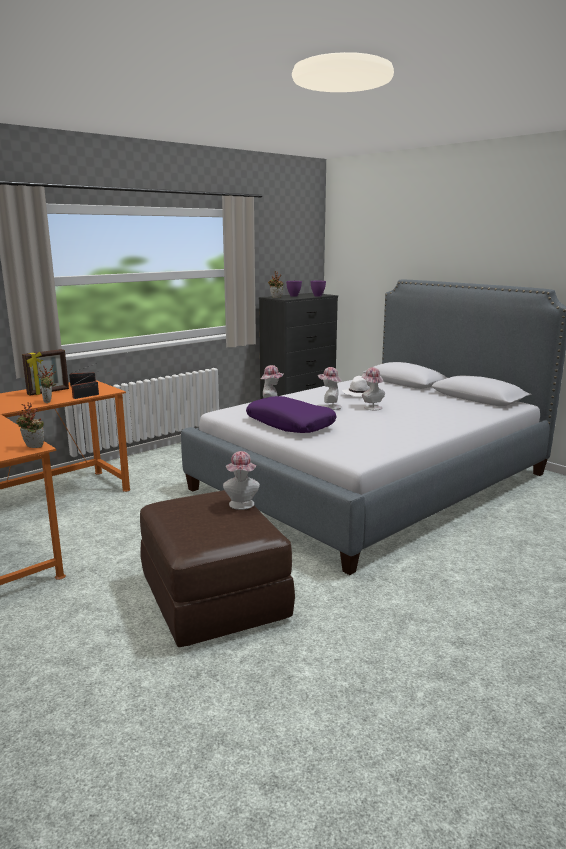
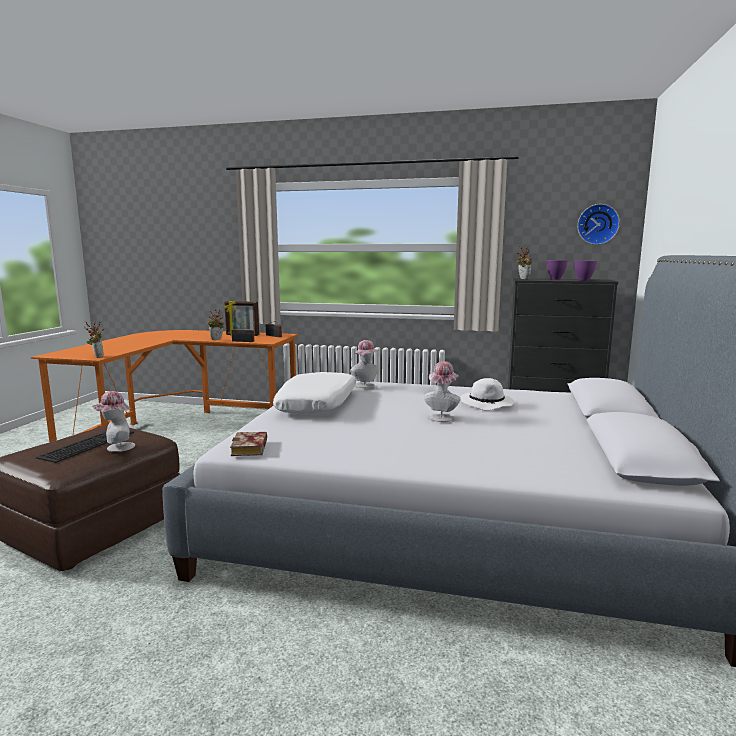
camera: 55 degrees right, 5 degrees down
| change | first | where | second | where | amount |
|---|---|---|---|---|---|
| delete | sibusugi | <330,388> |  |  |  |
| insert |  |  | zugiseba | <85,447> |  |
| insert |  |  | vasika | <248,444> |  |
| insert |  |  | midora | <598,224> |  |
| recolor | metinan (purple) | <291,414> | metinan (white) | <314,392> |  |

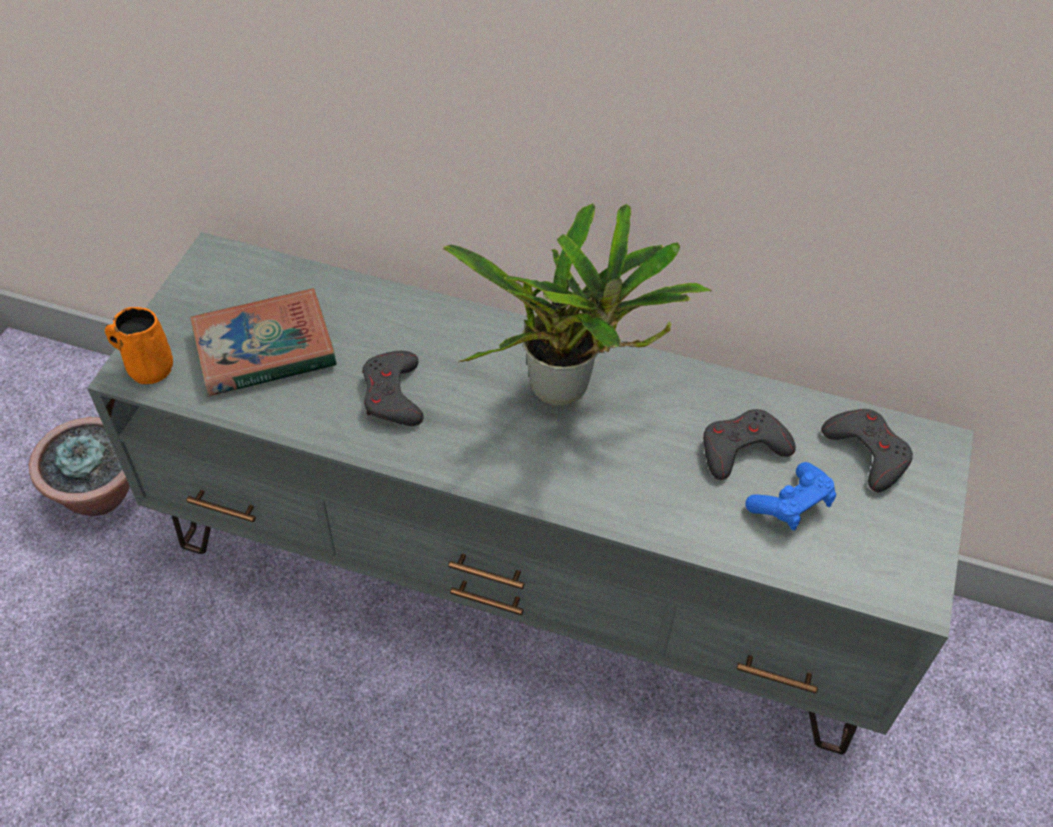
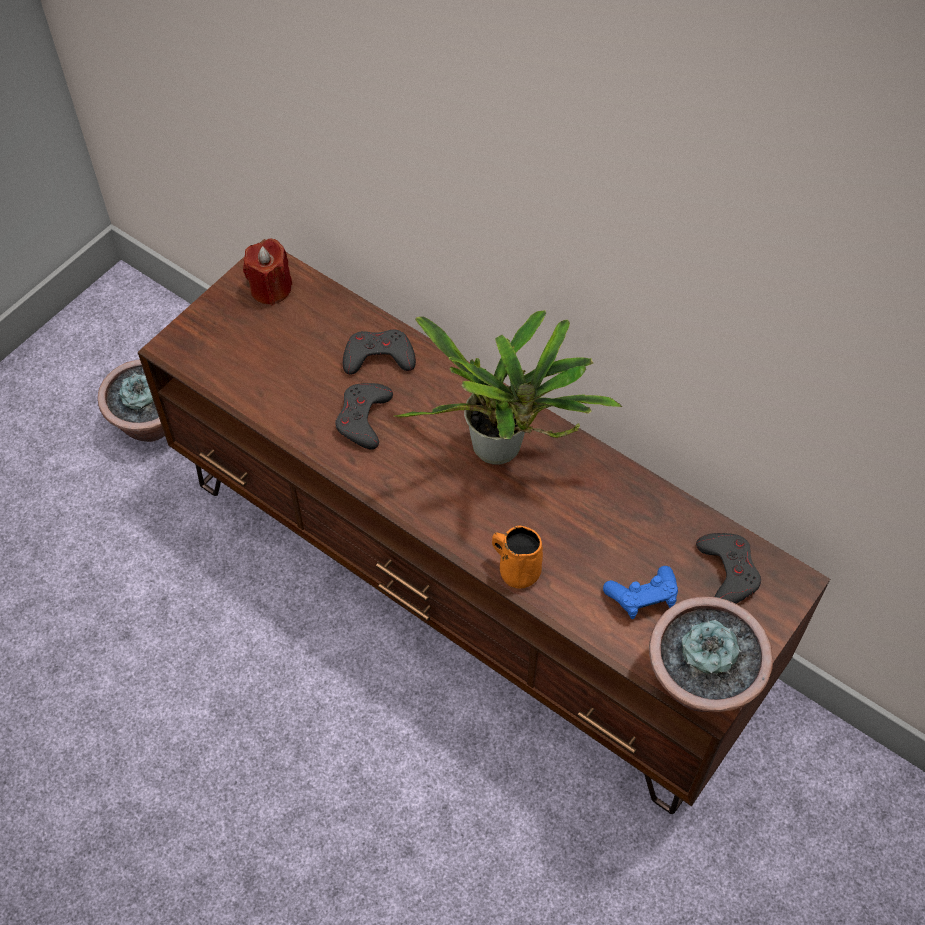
camera: 20 degrees right, 5 degrees up
| change | first | where | second | where | amount |
|---|---|---|---|---|---|
| delete | vasika | <263,342> |  |  |  |
| insert |  |  | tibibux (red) | <267,272> |  |
| insert |  |  | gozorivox | <711,654> |  |
| move | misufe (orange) | <139,345> |  | <517,557> |  |
| move | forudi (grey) | <749,444> |  | <379,352> |  |
| recolor | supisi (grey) | <530,493> | supisi (brown) | <484,526> |  |

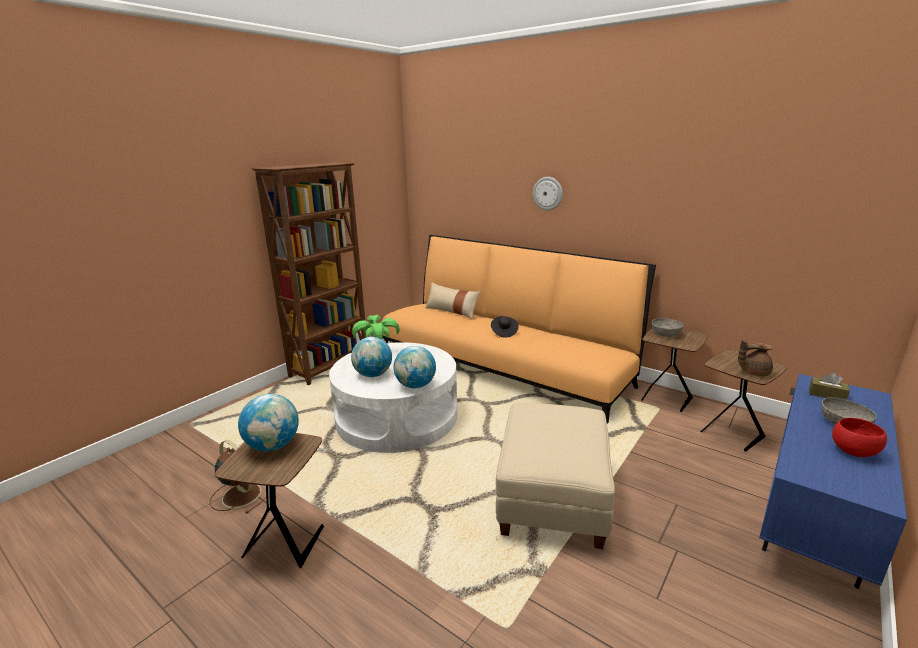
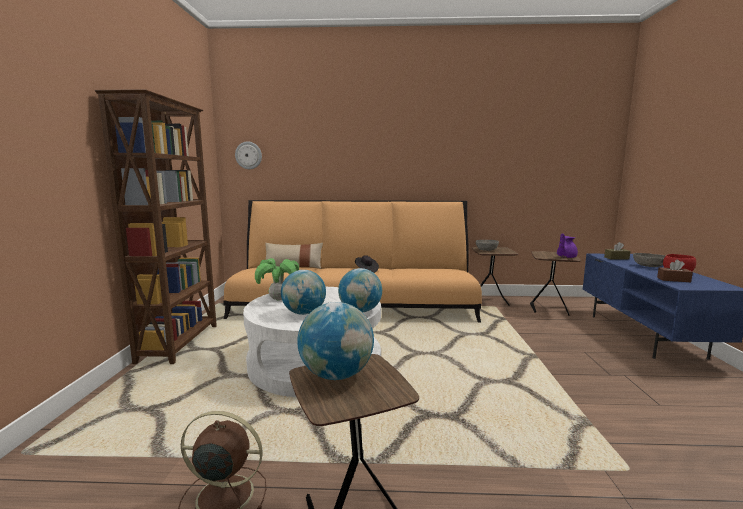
camera: 35 degrees left, 10 degrees down
| change | first | where | second | where | amount |
|---|---|---|---|---|---|
| delete | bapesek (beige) | <555,476> |  |  |  |
| insert |  |  | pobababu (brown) | <675,271> |  |
| move | midora | <548,193> |  | <248,155> |  |
| recolor | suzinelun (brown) | <755,358> | suzinelun (purple) | <567,245> |  |

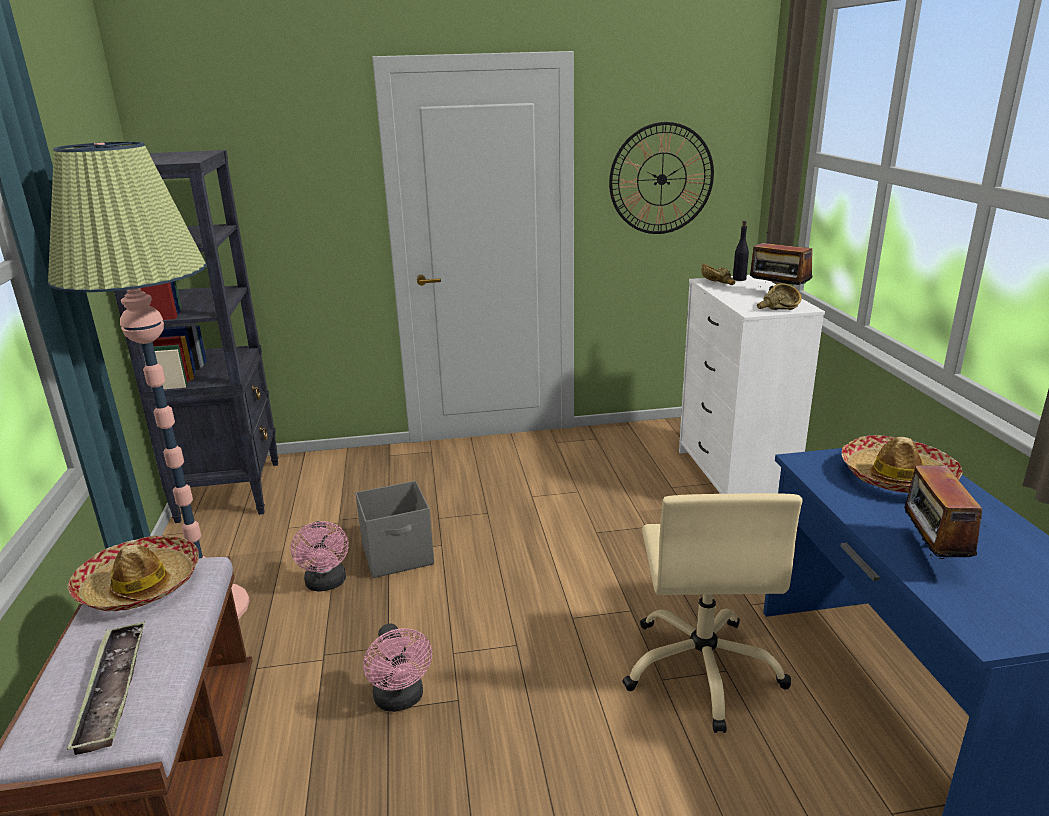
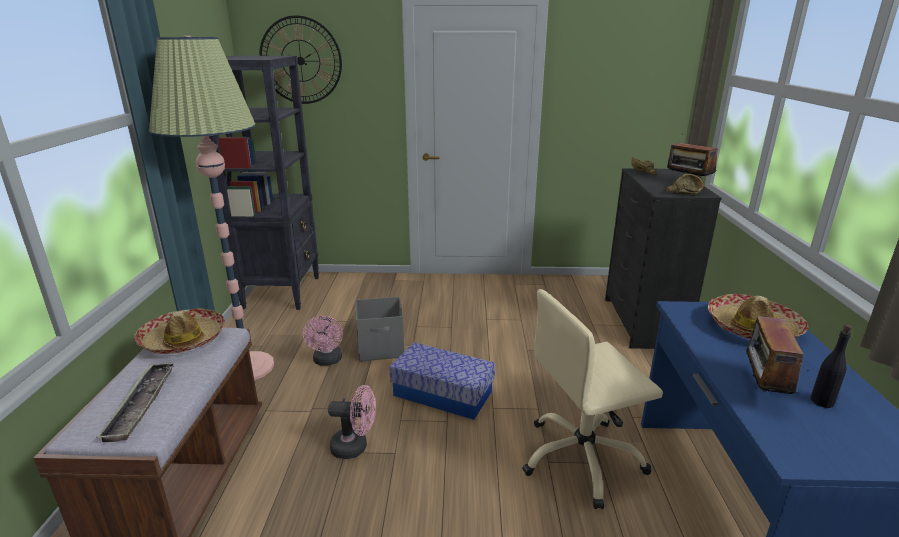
camera: 10 degrees right, 0 degrees up
| change | first | where | second | where | amount |
|---|---|---|---|---|---|
| insert |  |  | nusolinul | <442,381> |  |
| move | midora | <661,178> |  | <300,59> |  |
| move | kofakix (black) | <741,251> |  | <831,366> |  |
| recolor | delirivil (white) | <752,384> | delirivil (black) | <663,258> |  |
| rotate | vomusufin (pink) | <397,667> |  | <352,422> | 75 degrees counterclockwise |
| rotate | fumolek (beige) | <712,613> |  | <592,399> | 60 degrees clockwise |

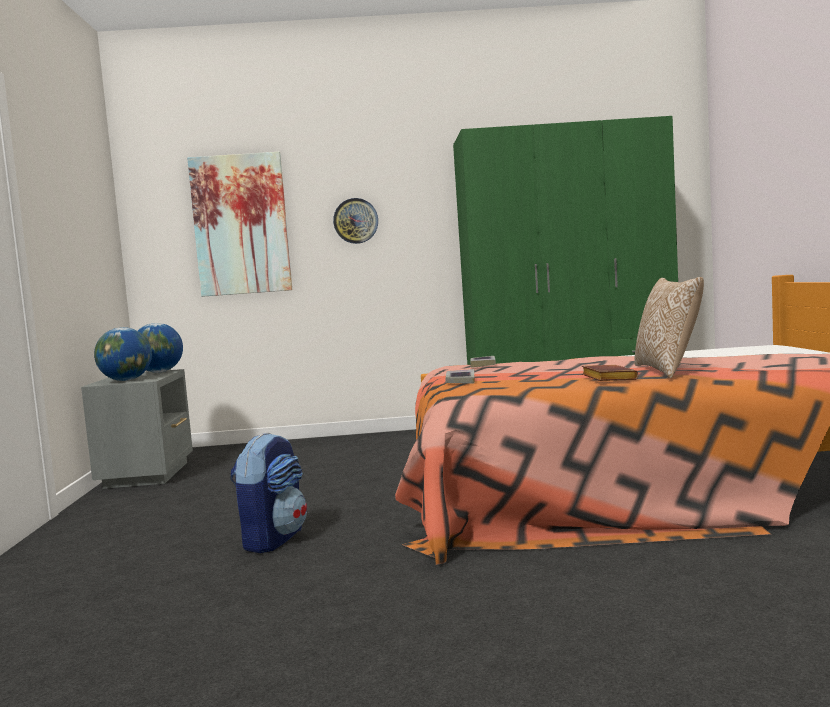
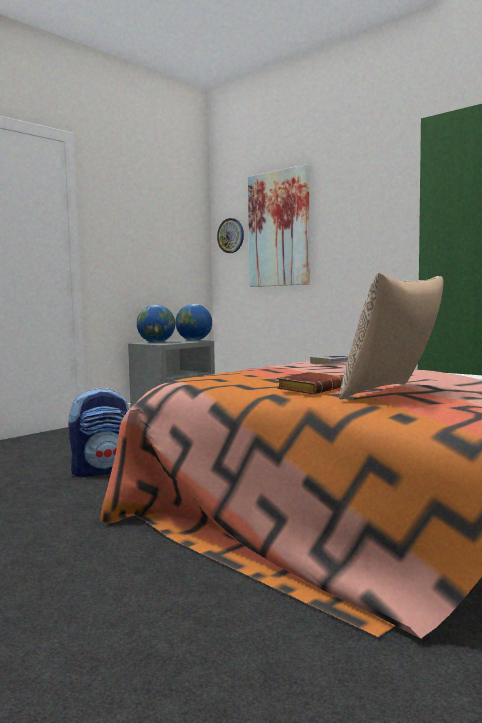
camera: 45 degrees right, 0 degrees up
| change | first | where | second | where | amount |
|---|---|---|---|---|---|
| delete | vasika | <460,376> |  |  |  |
| move | midora | <355,221> |  | <230,235> |  |

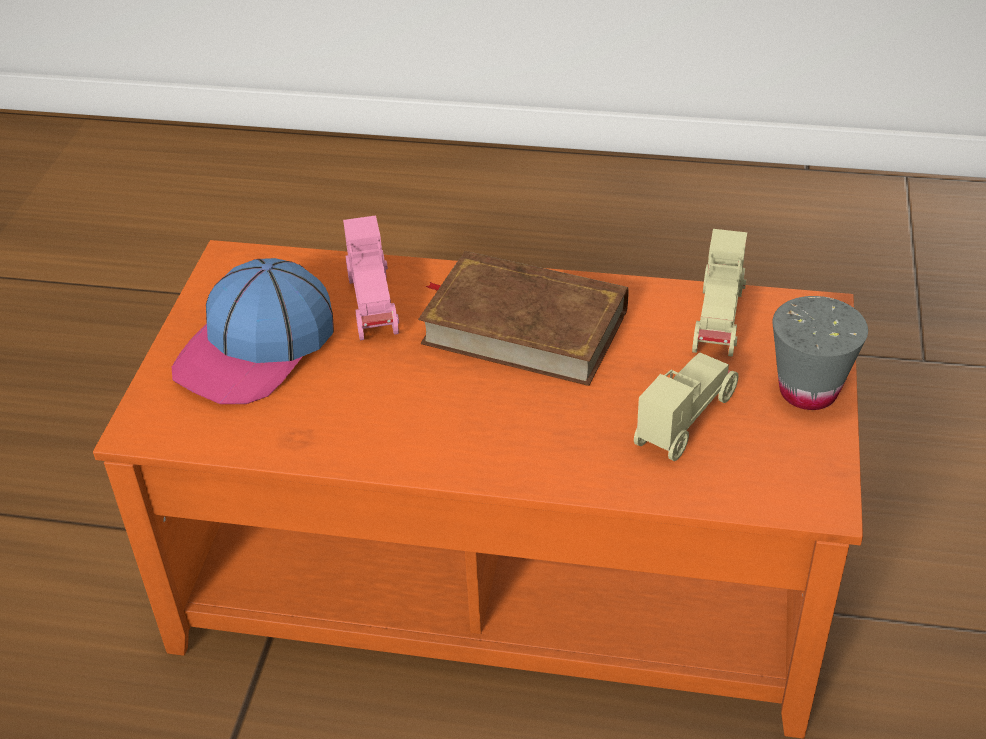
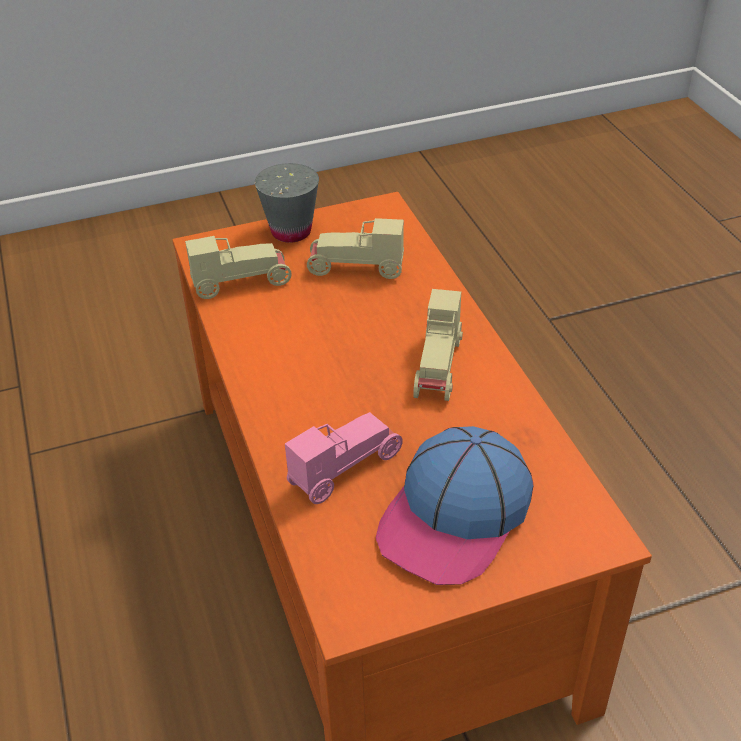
camera: 120 degrees left, 0 degrees up
| change | first | where | second | where | amount |
|---|---|---|---|---|---|
| delete | vasika (brown) | <523,318> |  |  |  |
| insert |  |  | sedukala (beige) | <438,345> |  |
| rotate | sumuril | <253,331> |  | <454,505> | 120 degrees clockwise |

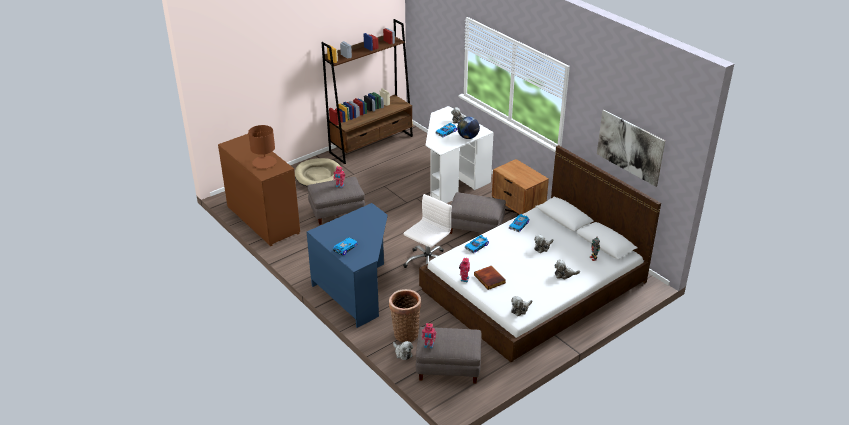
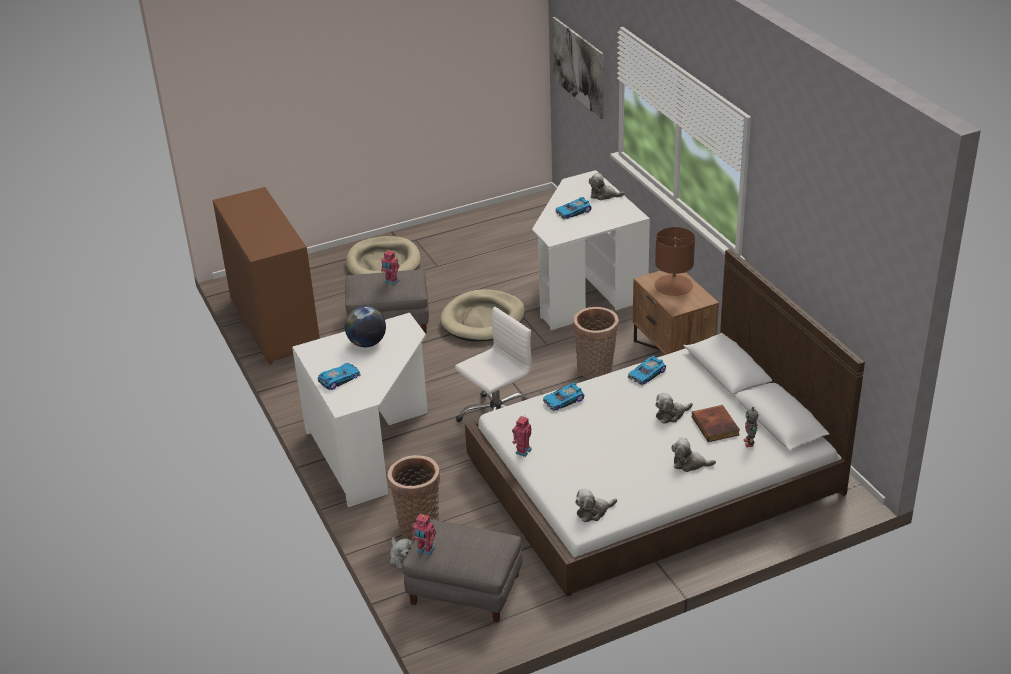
camera: 15 degrees right, 0 degrees up
| change | first | where | second | where | amount |
|---|---|---|---|---|---|
| delete | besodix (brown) | <367,91> |  |  |  |
| insert |  |  | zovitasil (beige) | <482,315> |  |
| move | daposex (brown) | <262,147> |  | <675,261> |  |
| move | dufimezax | <468,128> |  | <365,326> |  |
| move | vasika | <490,277> |  | <716,423> |  |
| move | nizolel | <631,148> |  | <578,68> |  |
| replace | bapesek (grey) | <477,213> | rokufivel | <596,343> |  |
| recolor | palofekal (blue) | <347,265> | palofekal (white) | <360,410> |  |

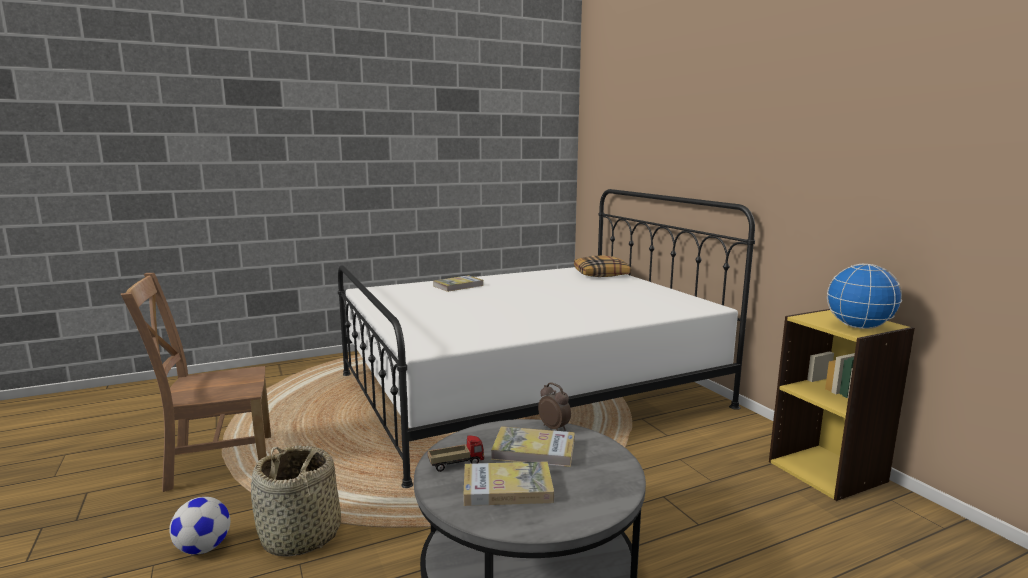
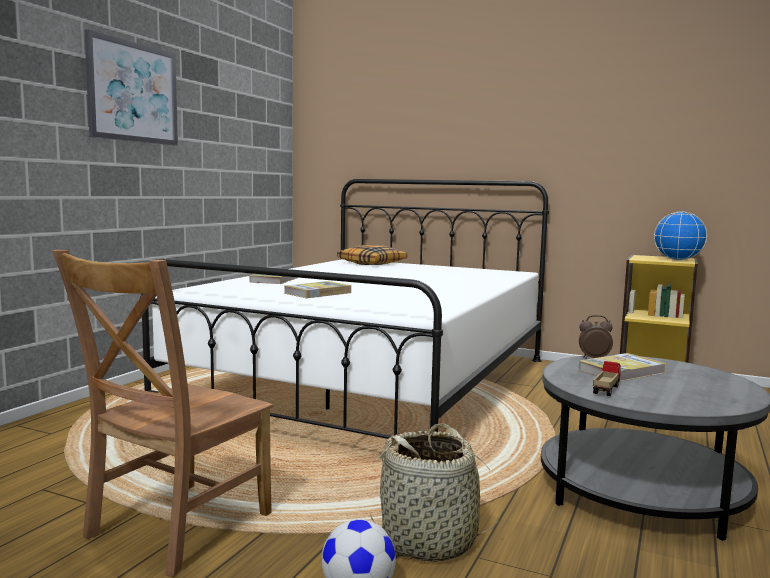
camera: 40 degrees left, 5 degrees down
| change | first | where | second | where | amount |
|---|---|---|---|---|---|
| insert |  |  | nizolel | <131,87> |  |
| move | vasika | <508,483> |  | <317,289> |  |

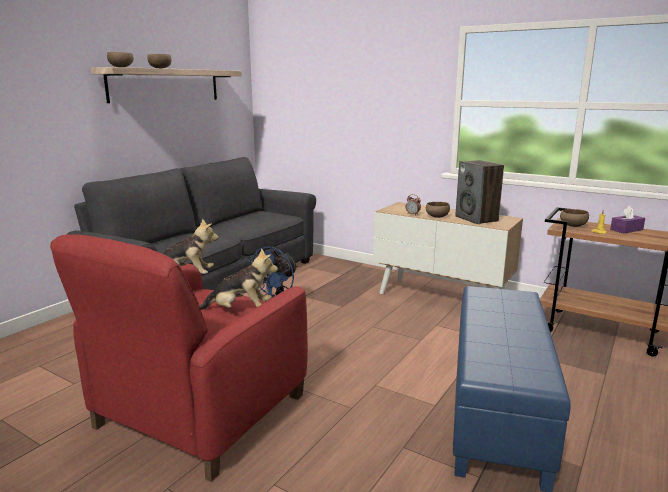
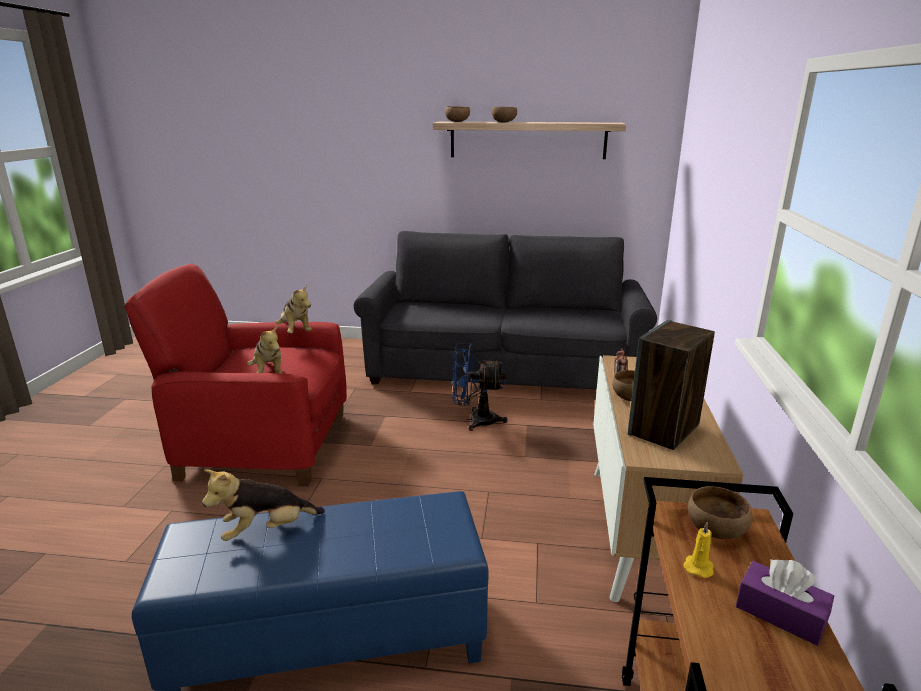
camera: 65 degrees right, 5 degrees up
| change | first | where | second | where | amount |
|---|---|---|---|---|---|
| insert |  |  | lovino | <263,505> |  |

